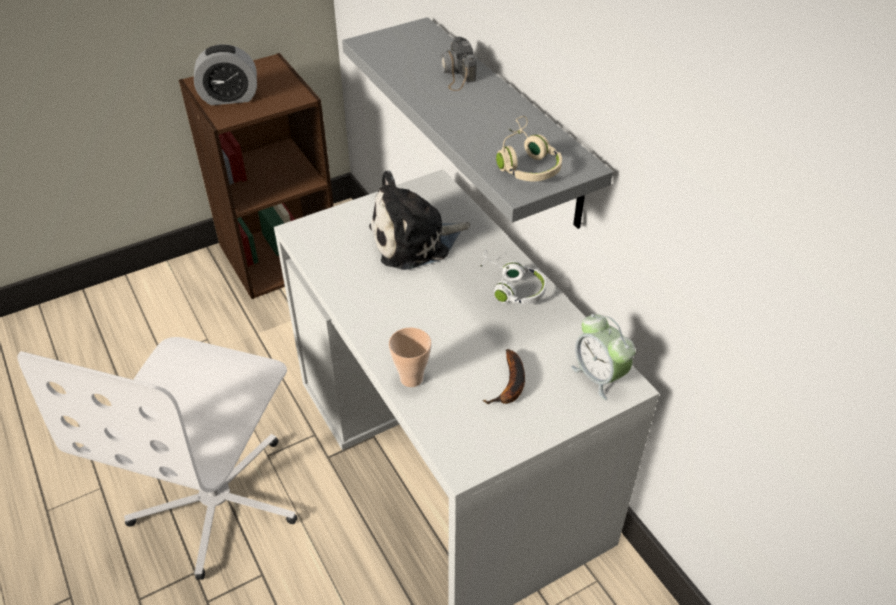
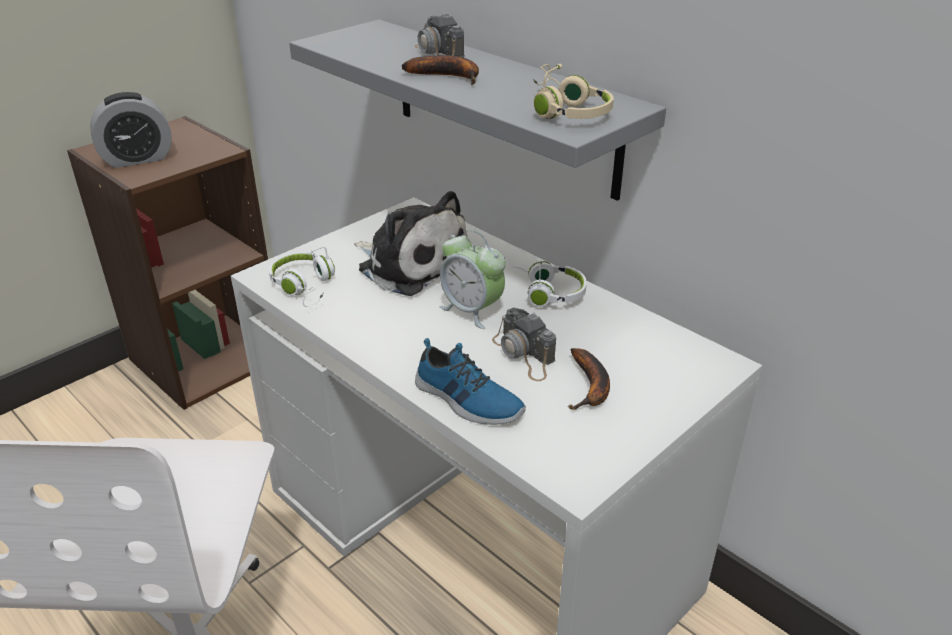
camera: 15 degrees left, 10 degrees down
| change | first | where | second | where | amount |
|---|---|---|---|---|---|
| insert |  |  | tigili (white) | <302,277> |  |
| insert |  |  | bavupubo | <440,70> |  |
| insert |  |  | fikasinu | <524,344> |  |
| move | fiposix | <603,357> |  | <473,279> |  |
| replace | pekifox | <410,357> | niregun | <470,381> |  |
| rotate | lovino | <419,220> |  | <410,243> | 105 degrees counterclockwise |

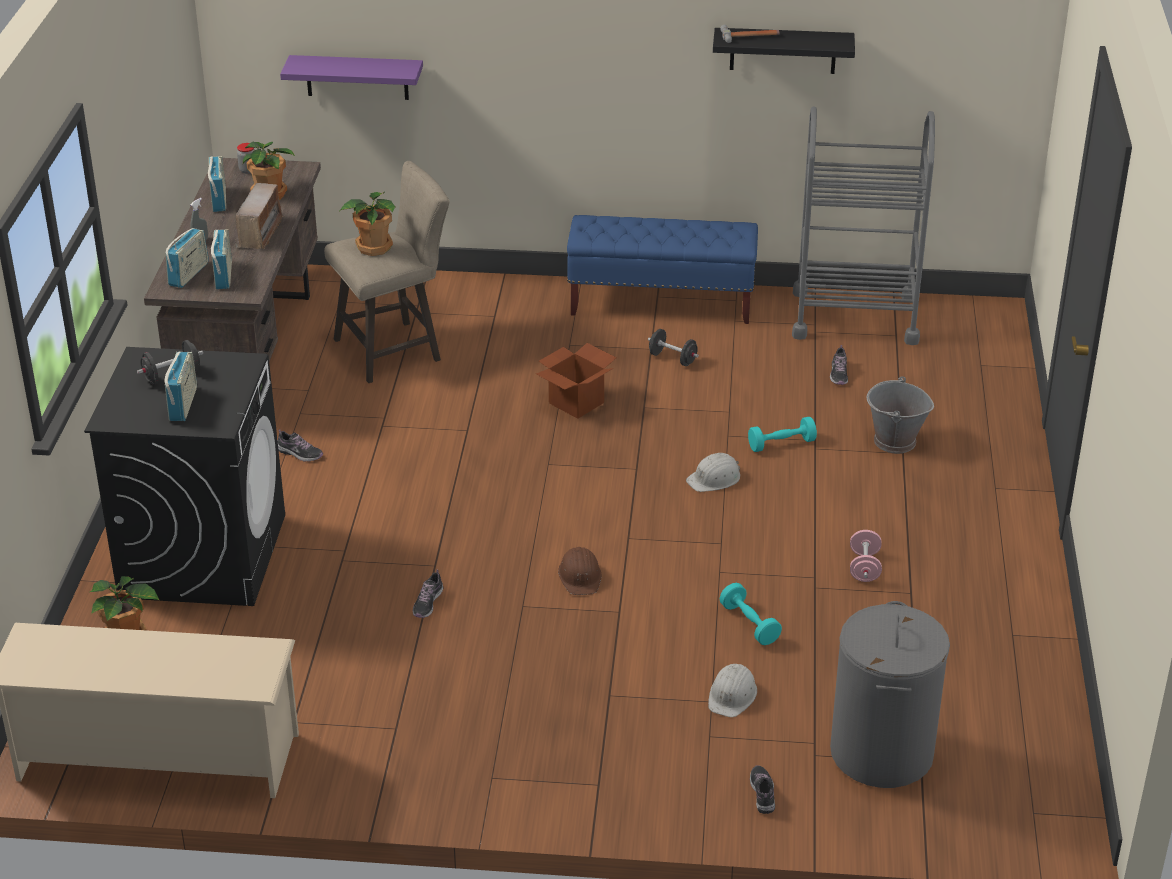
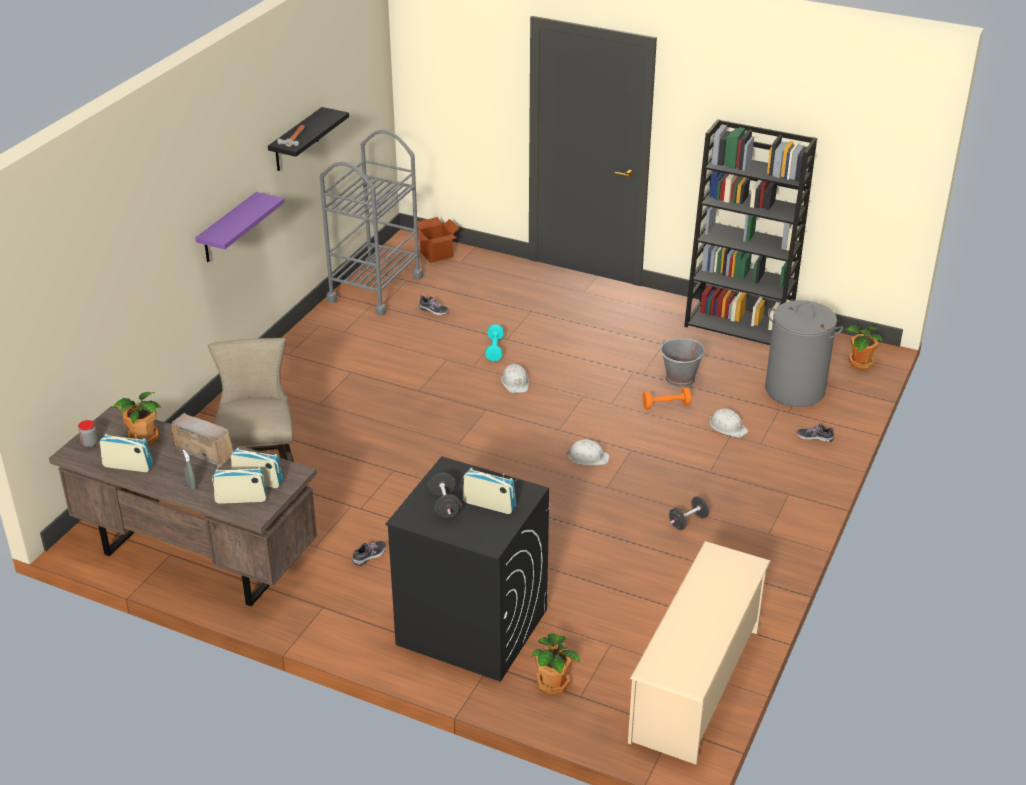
camera: 70 degrees left, 0 degrees up
| change | first | where | second | where | amount |
|---|---|---|---|---|---|
| delete | niregun | <428,594> |  |  |  |
| delete | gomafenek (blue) | <662,269> |  |  |  |
| delete | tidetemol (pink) | <866,556> |  |  |  |
| insert |  |  | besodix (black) | <750,232> |  |
| move | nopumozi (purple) | <351,77> |  | <239,227> |  |
| move | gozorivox | <367,223> |  | <864,347> |  |
| move | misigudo | <576,381> |  | <435,240> |  |
| move | tidetemol (black) | <673,347> |  | <689,513> |  |
| move | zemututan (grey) | <900,415> |  | <682,363> |  |
| recolor | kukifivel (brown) | <579,571> | kukifivel (white) | <588,452> |  |
| recolor | tidetemol (turquoise) | <751,614> | tidetemol (orange) | <667,398> |  |
| rotate | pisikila | <187,258> |  | <239,484> | 45 degrees counterclockwise |

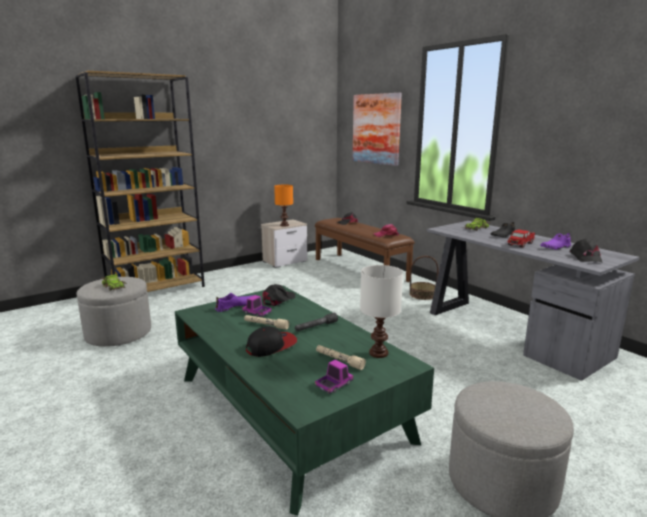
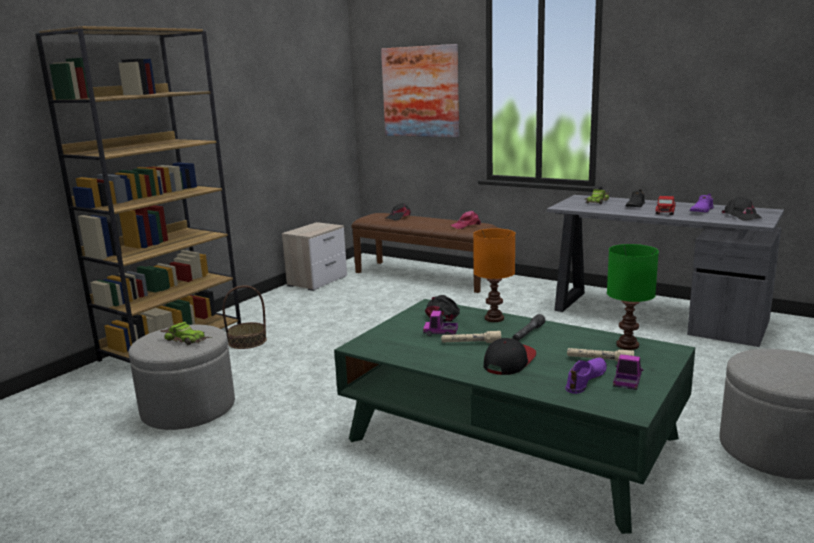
camera: 20 degrees left, 0 degrees up
| change | first | where | second | where | amount |
|---|---|---|---|---|---|
| move | niregun (purple) | <234,302> |  | <586,376> |  |
| move | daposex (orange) | <283,205> |  | <494,275> |  |
| move | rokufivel | <424,278> |  | <245,317> |  |
| recolor | daposex (white) | <381,311> | daposex (green) | <633,297> |  |

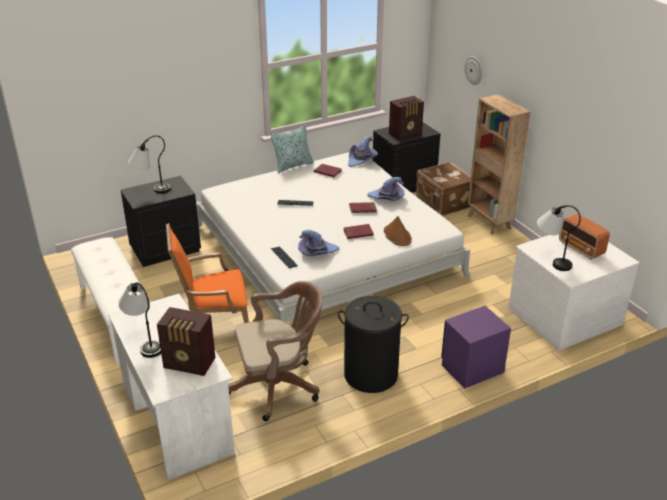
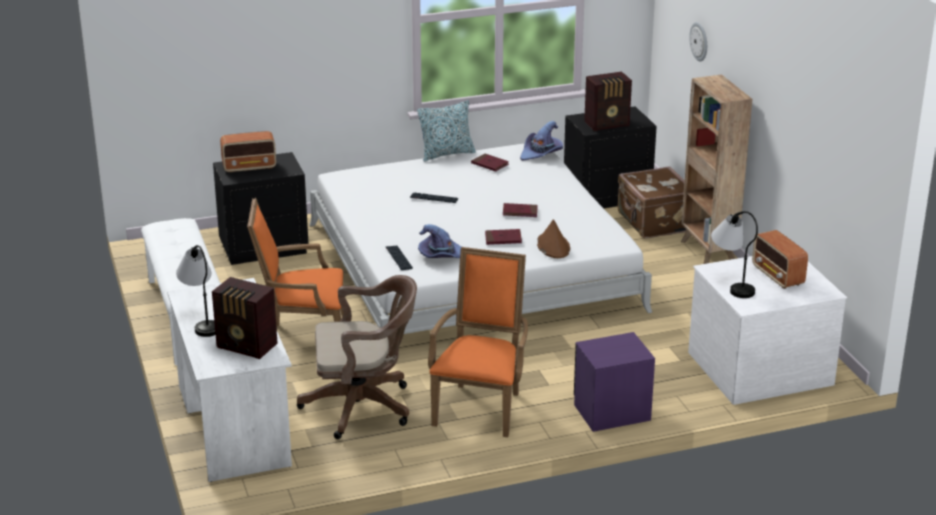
camera: 10 degrees right, 5 degrees down
| change | first | where | second | where | amount |
|---|---|---|---|---|---|
| delete | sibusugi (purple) | <385,189> |  |  |  |
| replace | daposex | <149,164> | pisikila | <248,152> |  |
| replace | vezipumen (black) | <373,344> | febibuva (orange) | <478,342> |  |

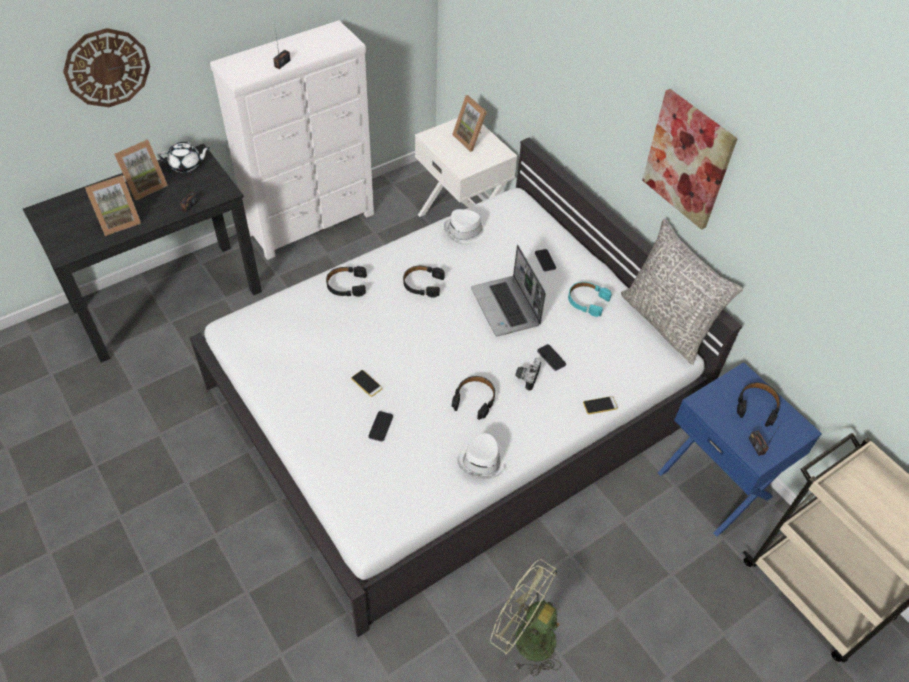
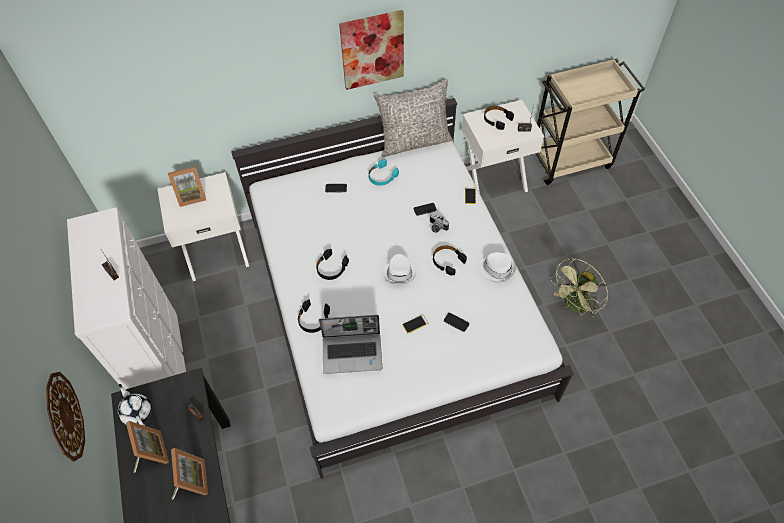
camera: 70 degrees left, 5 degrees up
| change | first | where | second | where | amount |
|---|---|---|---|---|---|
| move | sibusugi (white) | <466,226> |  | <399,269> |  |
| move | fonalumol | <508,290> |  | <350,344> |  |
| recolor | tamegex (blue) | <740,449> | tamegex (white) | <503,146> |  |
| rotate | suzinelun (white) | <183,157> |  | <135,405> | 45 degrees counterclockwise |

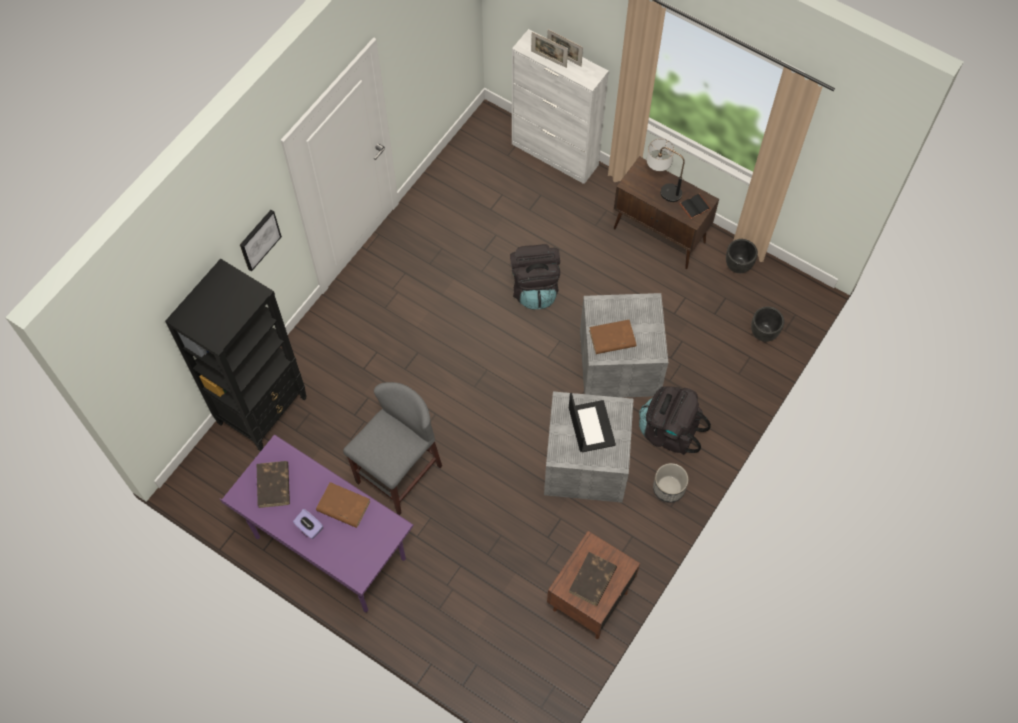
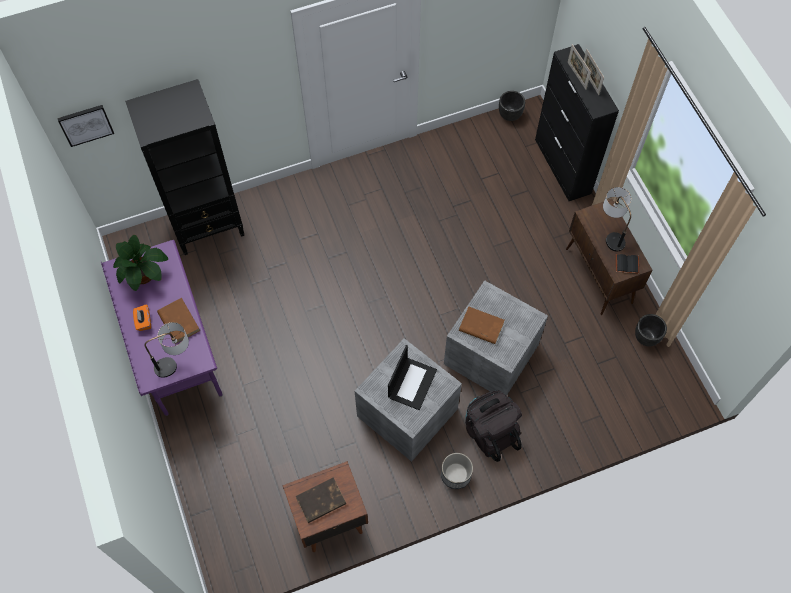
camera: 35 degrees right, 0 degrees up
| change | first | where | second | where | amount |
|---|---|---|---|---|---|
| delete | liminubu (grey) | <392,448> |  |  |  |
| delete | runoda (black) | <535,277> |  |  |  |
| insert |  |  | daposex | <166,350> |  |
| move | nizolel | <261,240> |  | <85,126> |  |
| move | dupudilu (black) | <767,324> |  | <512,106> |  |
| replace | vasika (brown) | <273,484> | gozorivox | <140,263> |  |
| recolor | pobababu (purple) | <308,524> | pobababu (orange) | <142,317> |  |
| recolor | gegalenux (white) | <560,106> | gegalenux (black) | <577,122> |  |

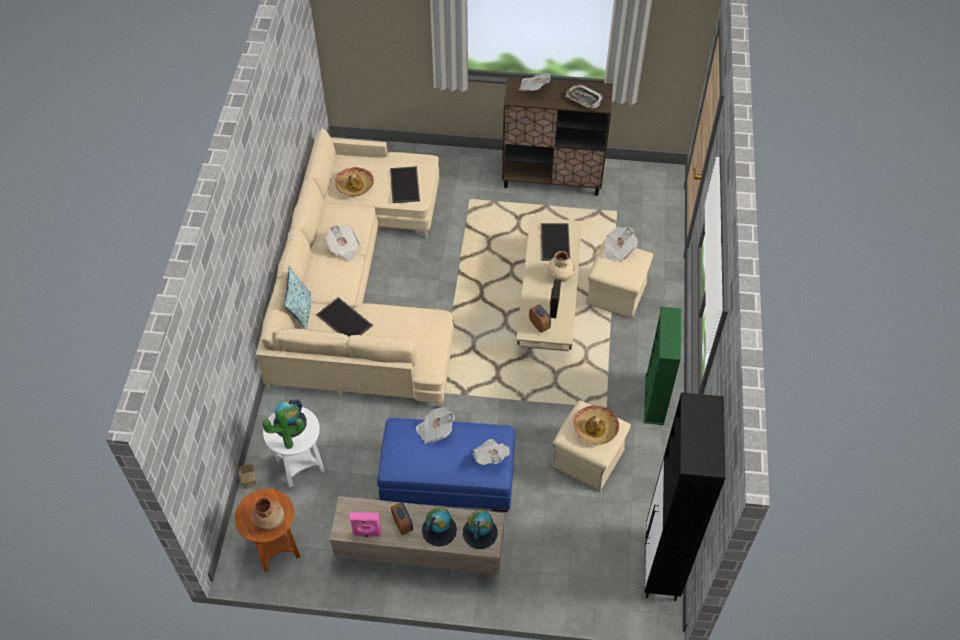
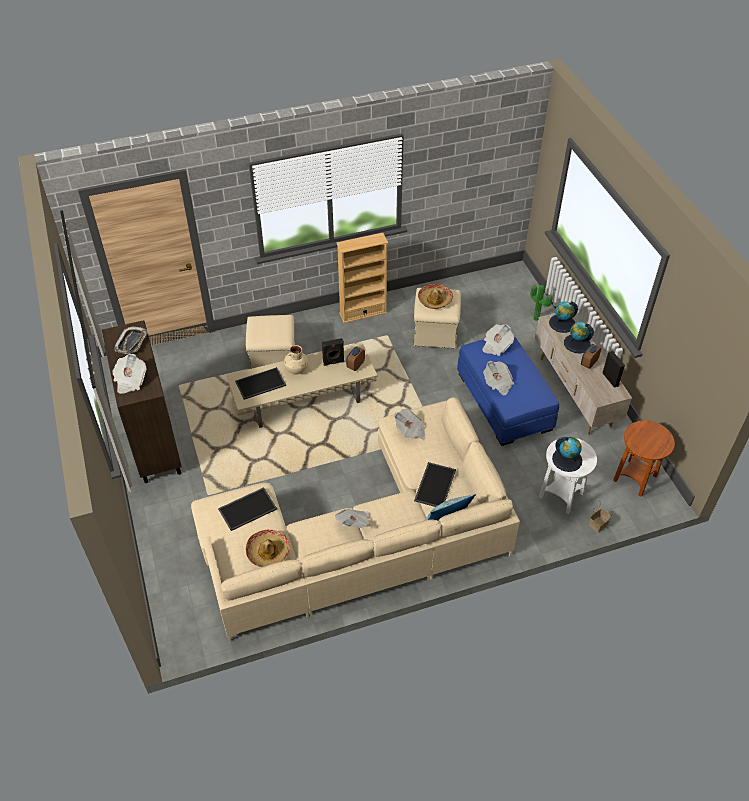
camera: 115 degrees left, 5 degrees down
| change | first | where | second | where | amount |
|---|---|---|---|---|---|
| delete | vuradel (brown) | <267,514> |  |  |  |
| delete | gegalenux (black) | <685,496> |  |  |  |
| move | gozorivox | <283,430> |  | <541,303> |  |
| move | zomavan | <620,245> |  | <410,424> |  |
| recolor | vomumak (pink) | <365,524> | vomumak (black) | <614,369> |  |
| recolor | besodix (green) | <662,366> | besodix (beige) | <362,278> |  |

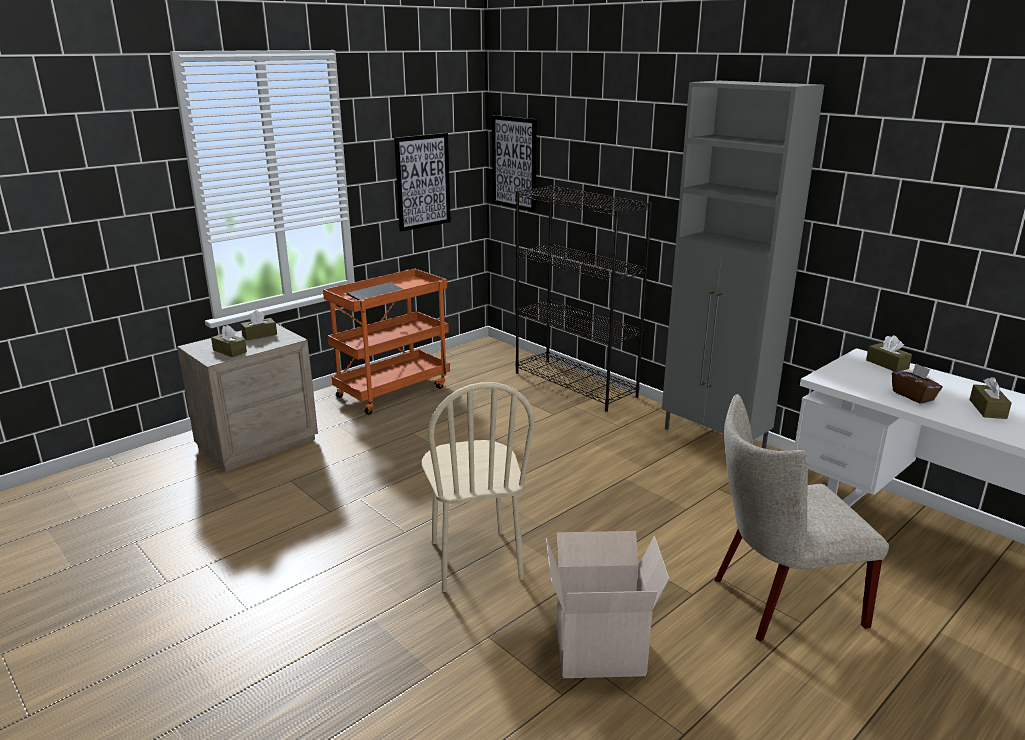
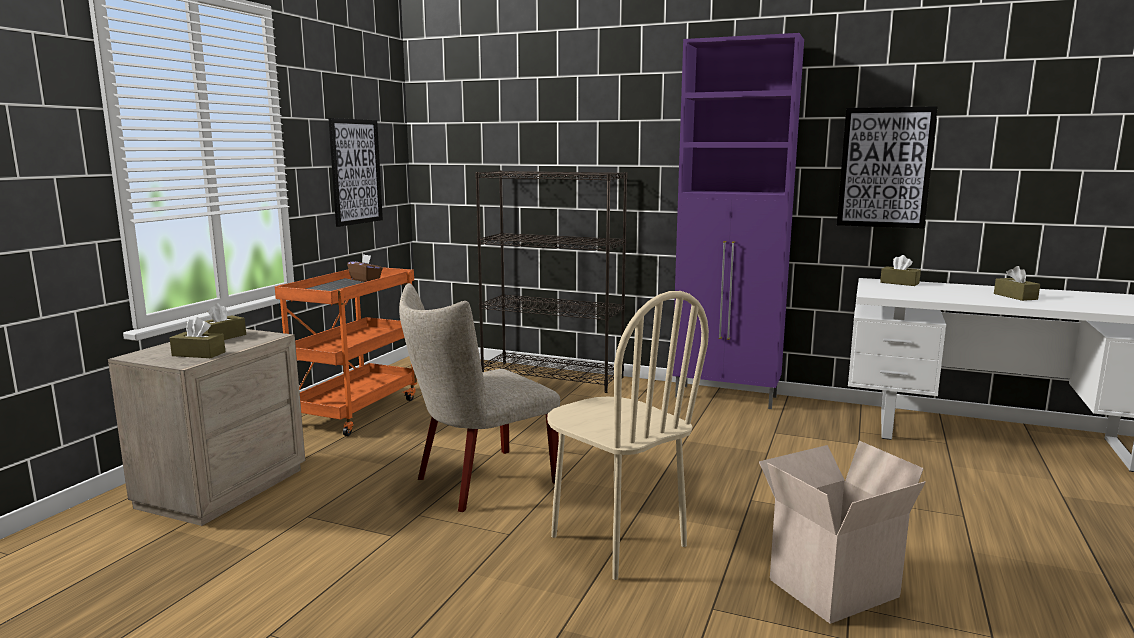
camera: 25 degrees left, 10 degrees down
| change | first | where | second | where | amount |
|---|---|---|---|---|---|
| move | nizolel | <514,163> |  | <887,167> |  |
| move | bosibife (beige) | <801,518> |  | <479,397> |  |
| move | pobababu (brown) | <917,383> |  | <365,268> |  |
| recolor | gegalenux (grey) | <743,265> | gegalenux (purple) | <738,221> |  |

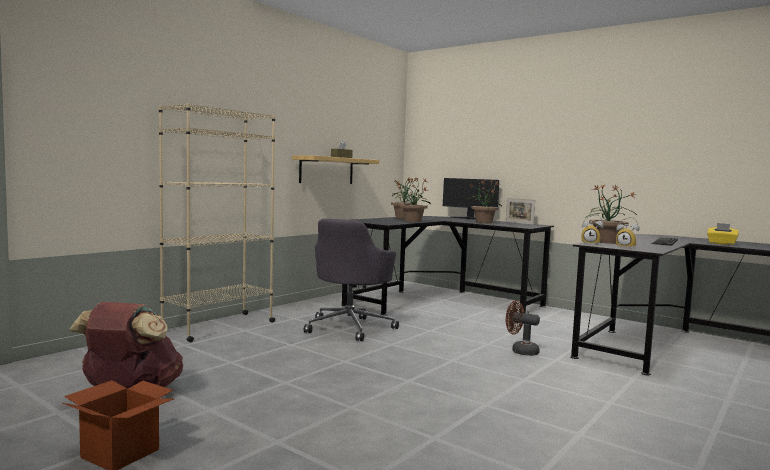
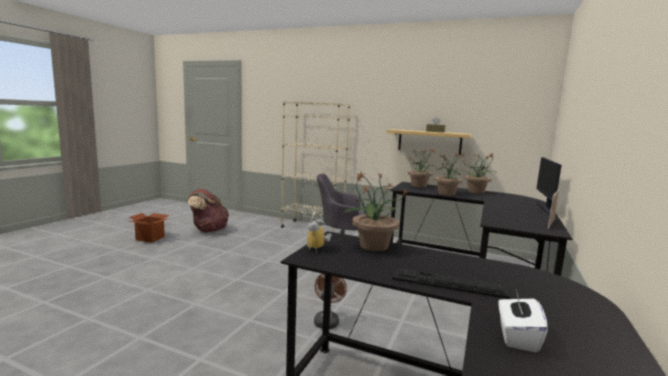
camera: 75 degrees right, 5 degrees up
| change | first | where | second | where | amount |
|---|---|---|---|---|---|
| delete | fiposix | <593,229> |  |  |  |
| move | gozorivox | <484,201> |  | <422,168> |  |
| recolor | pobababu (yellow) | <723,234> | pobababu (white) | <523,320> |  |

